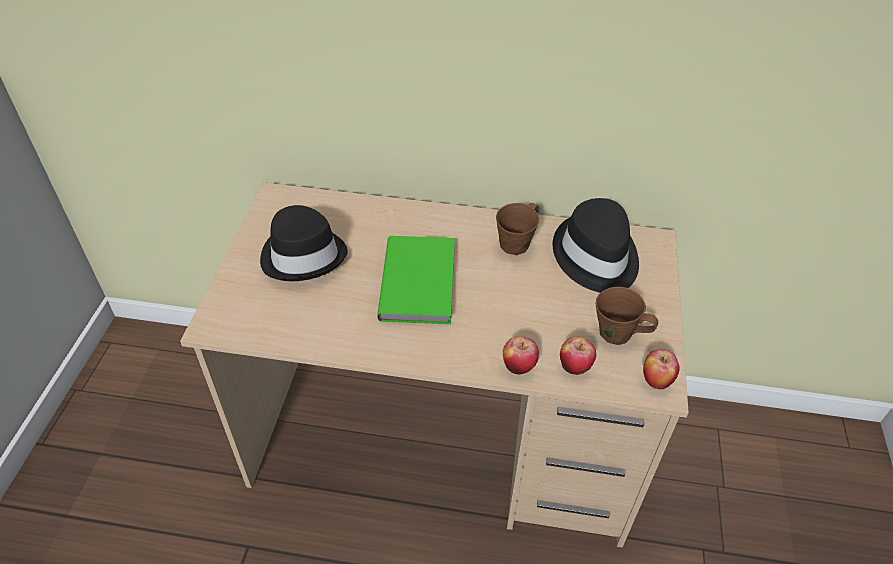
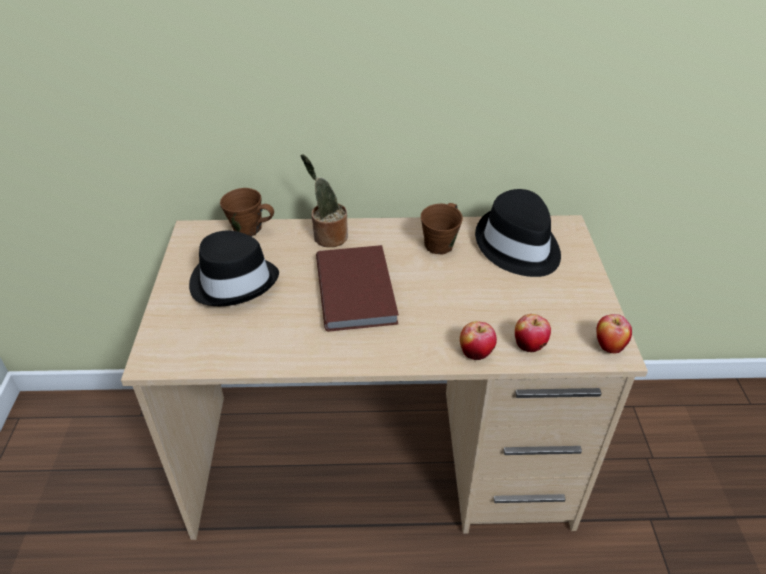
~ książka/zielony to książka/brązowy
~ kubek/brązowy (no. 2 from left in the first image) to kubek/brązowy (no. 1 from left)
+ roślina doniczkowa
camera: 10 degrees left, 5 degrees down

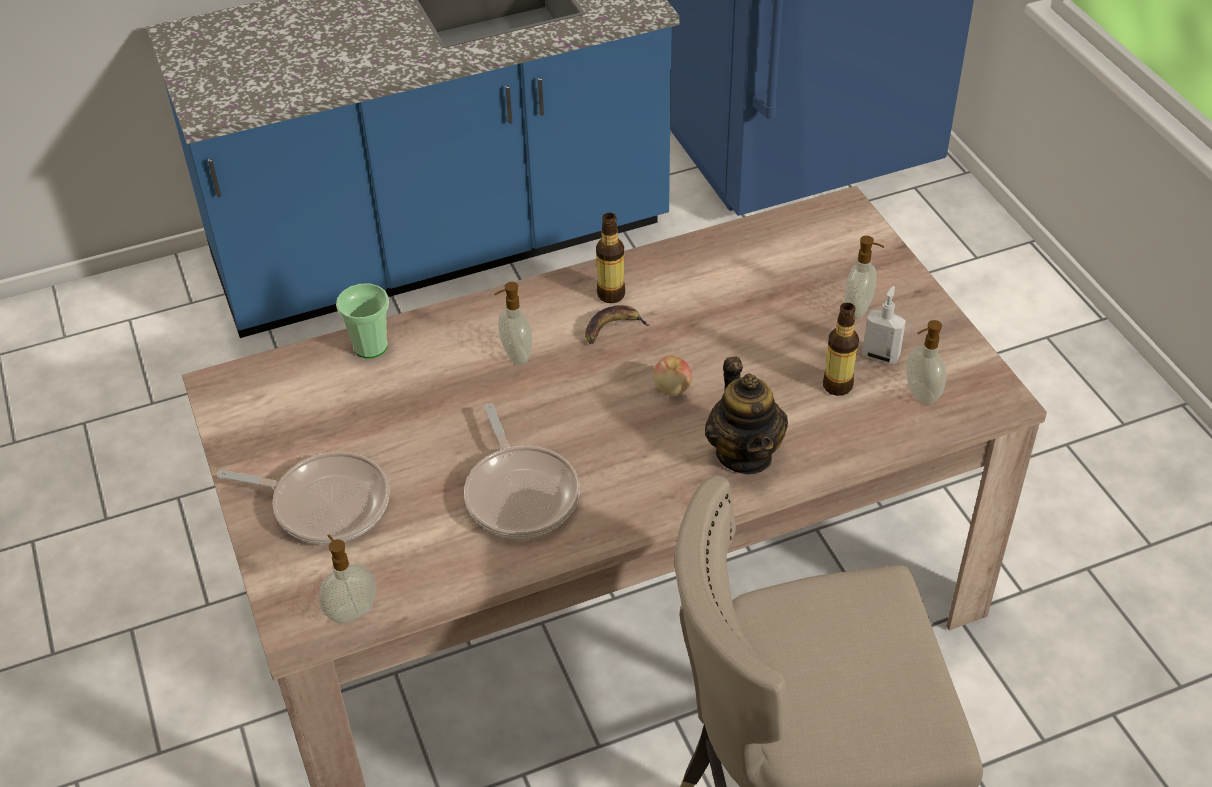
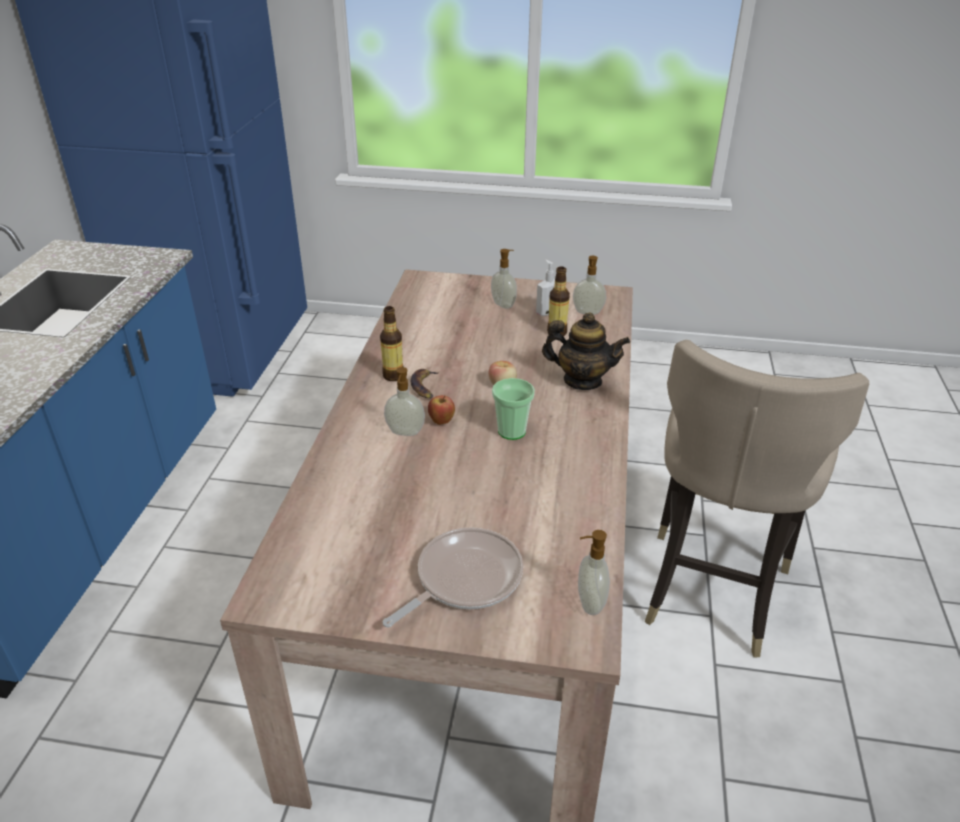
~ filiżanka
- patelnia (no. 2 from left)
+ jabłko (no. 1 from left)
camera: 60 degrees left, 10 degrees down

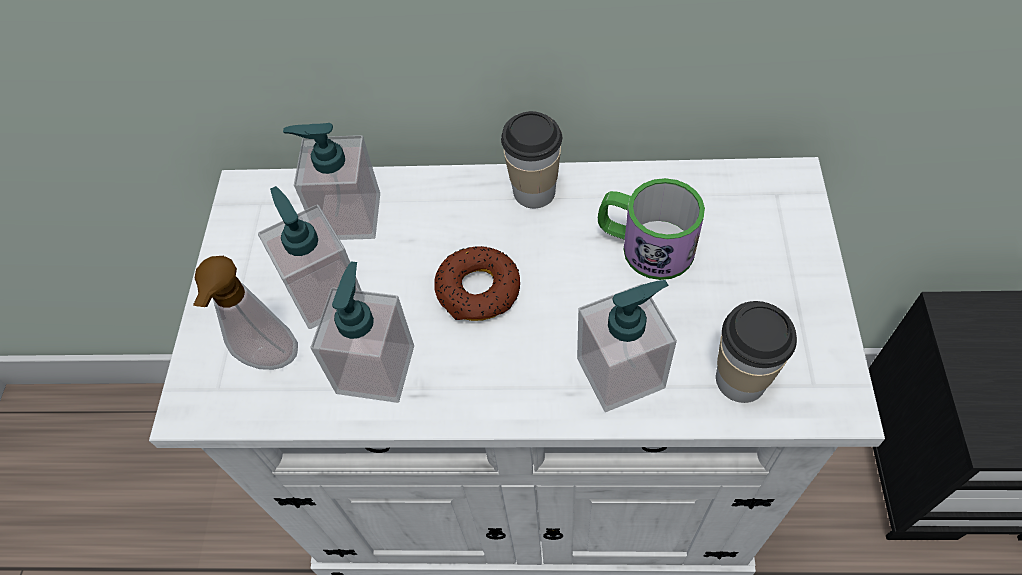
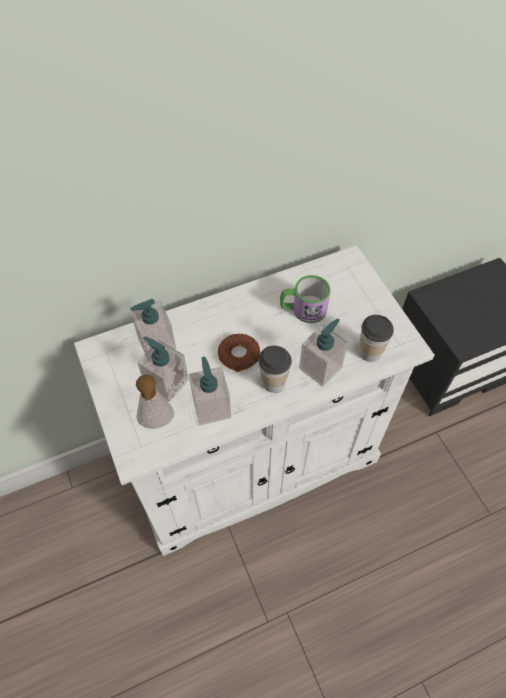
~ filiżanka (no. 1 from left)
camera: 30 degrees left, 0 degrees up

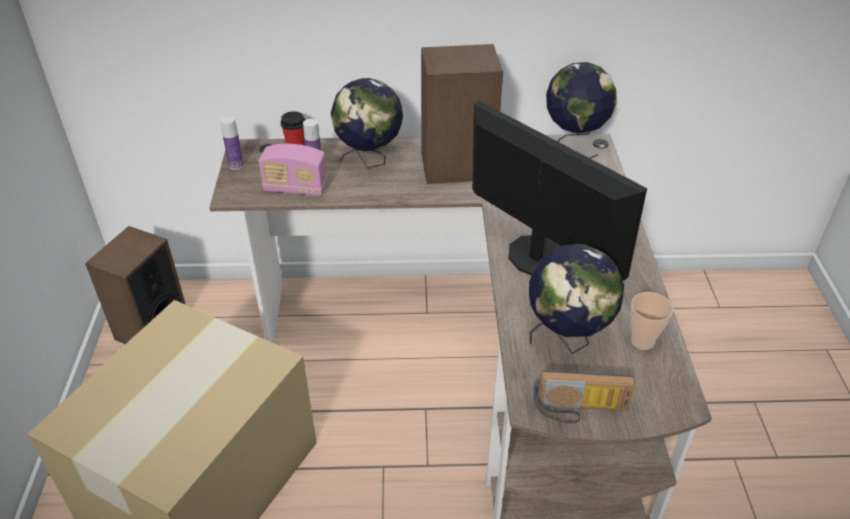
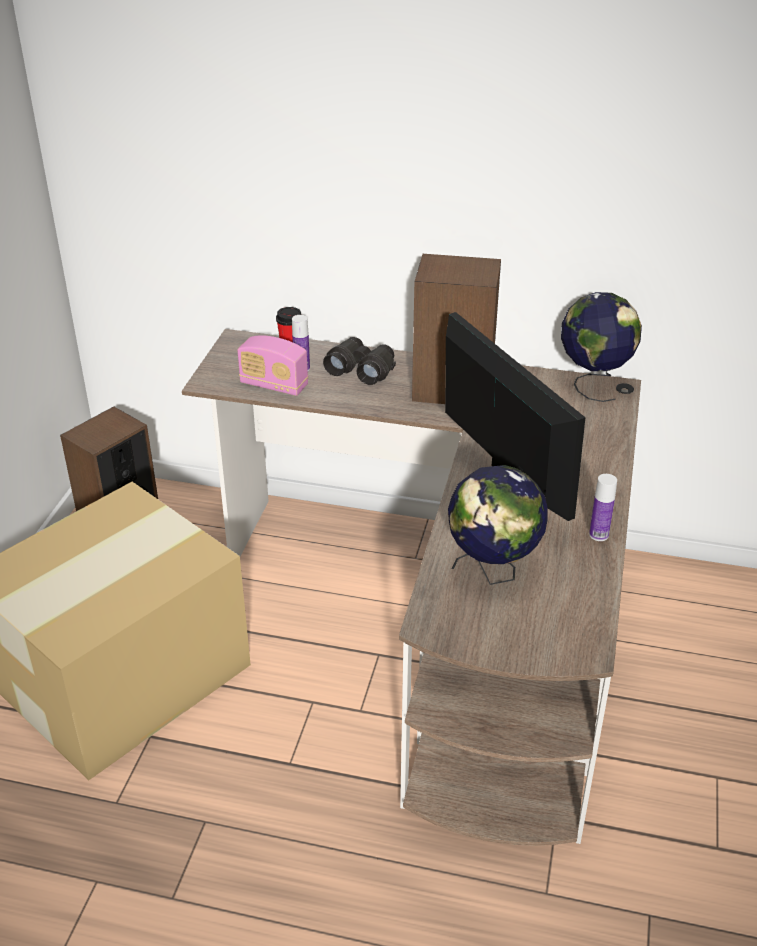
~ butelka (no. 1 from left in the first image) to butelka (no. 2 from left)
~ globus (no. 1 from left) to lornetka/czarny
- radio (no. 2 from left)
- filiżanka (no. 2 from left)
camera: 15 degrees right, 5 degrees down

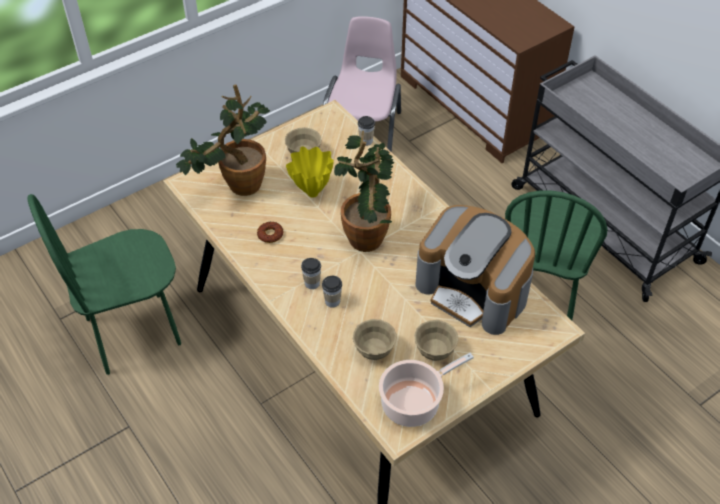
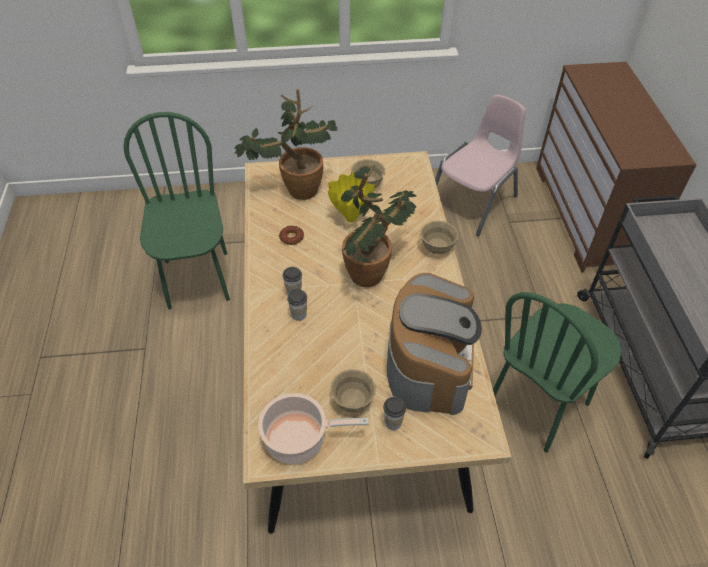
~ krzesło/zielony (no. 1 from left) 75 degrees clockwise
~ miska/beżowy (no. 2 from left in the first image) to miska/beżowy (no. 3 from left)
~ filiżanka (no. 3 from left)
~ ekspres do kawy 150 degrees counterclockwise
camera: 30 degrees right, 0 degrees up

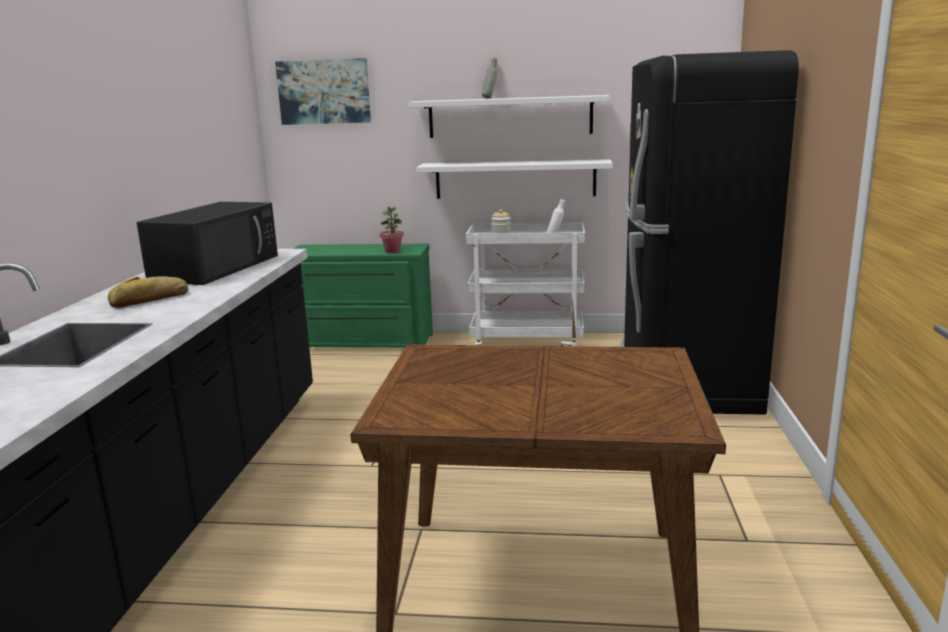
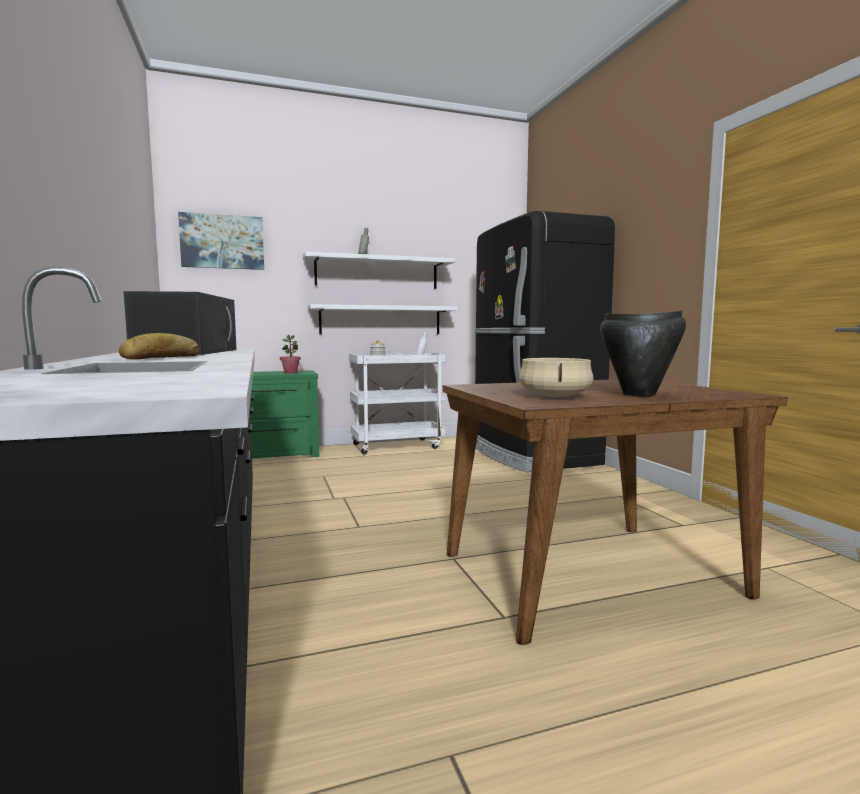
+ garnek/beżowy
+ garnek/czarny
camera: 25 degrees left, 10 degrees down

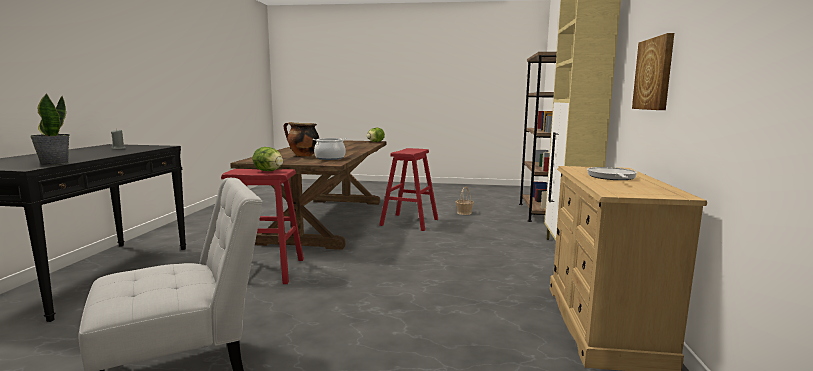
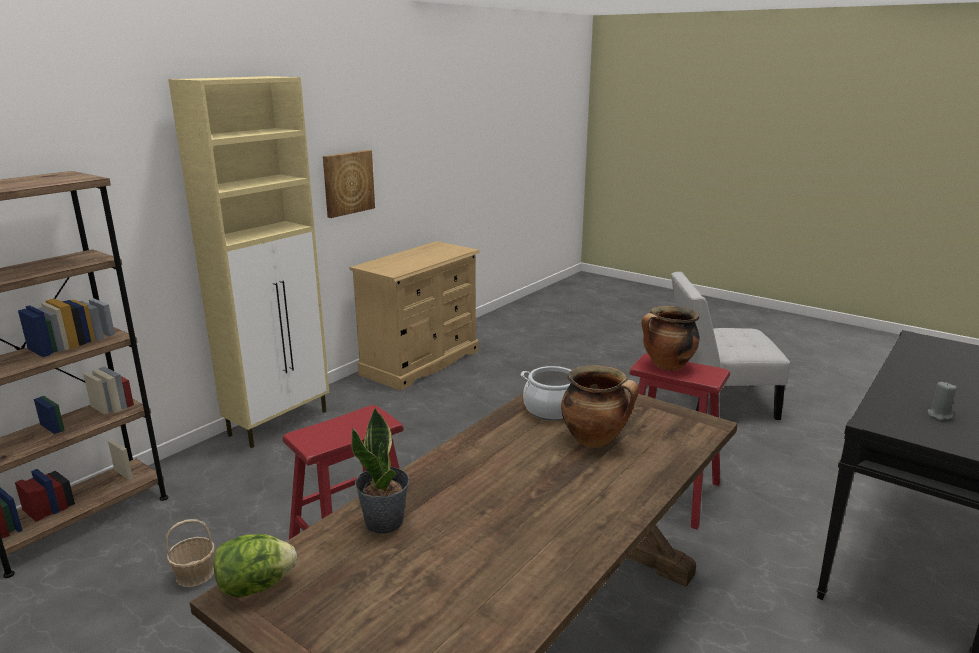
~ roślina doniczkowa
~ sałata (no. 1 from left) to garnek (no. 3 from left)
- patelnia
camera: 150 degrees left, 10 degrees up

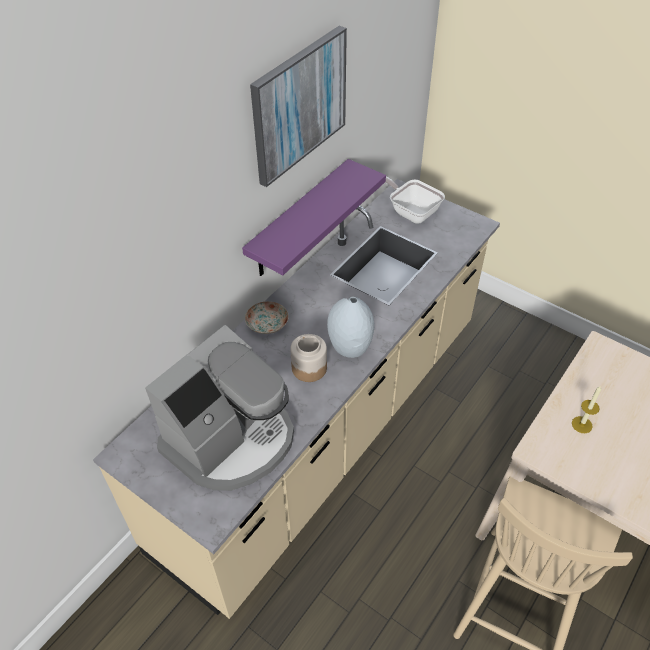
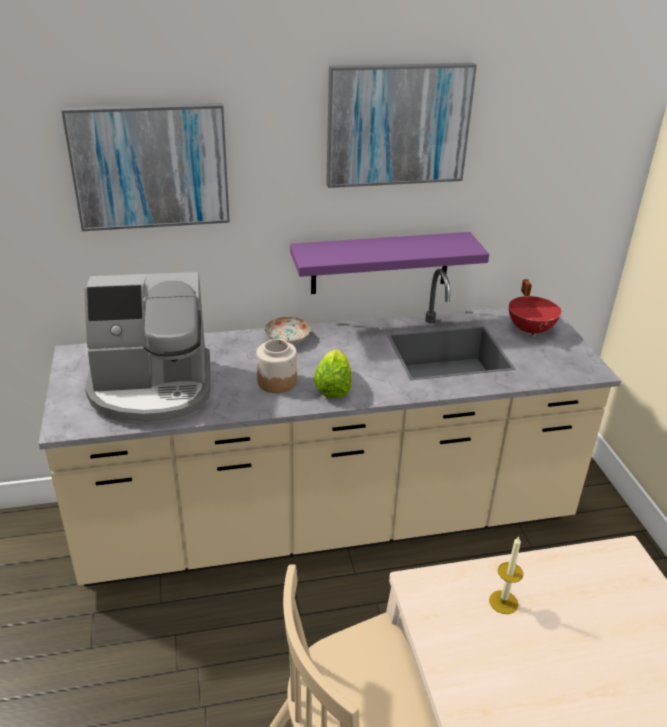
~ wazon/szary to sałata
~ patelnia to garnek/czerwony
+ obraz (no. 1 from left)
camera: 40 degrees right, 15 degrees down

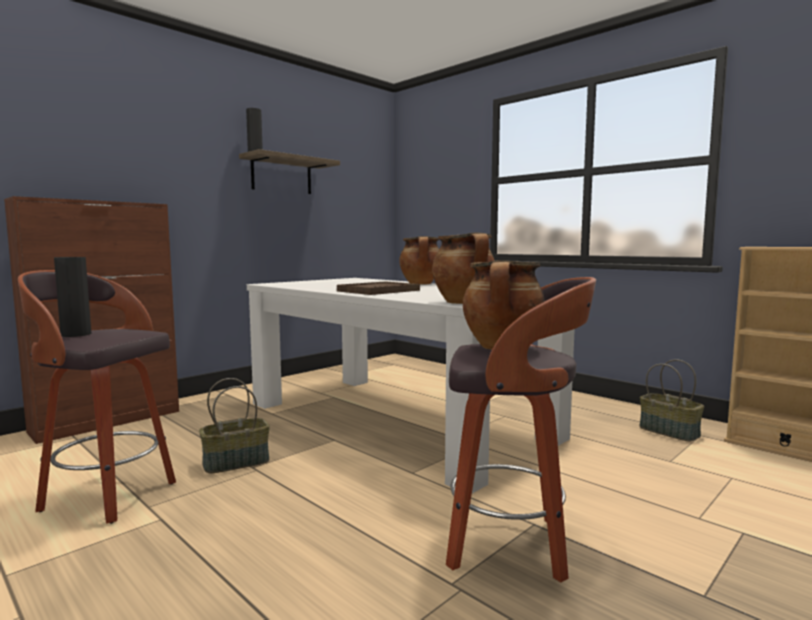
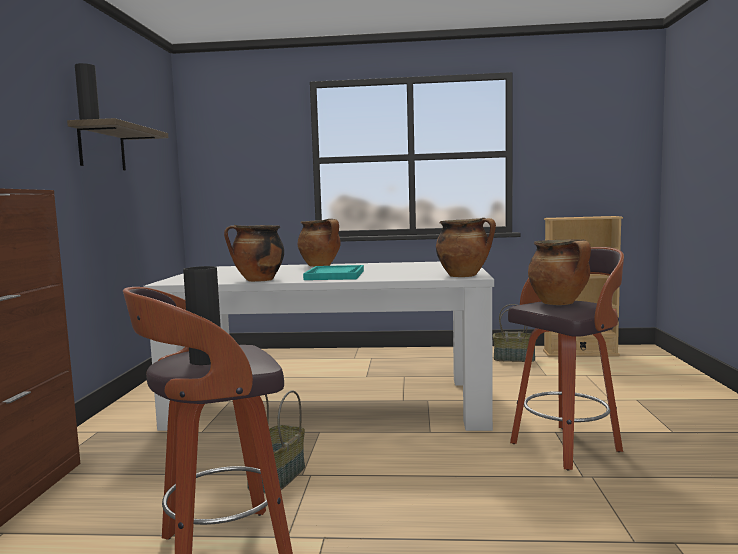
~ taca/brązowy to taca/turkusowy
+ garnek (no. 1 from left)
camera: 40 degrees left, 0 degrees up

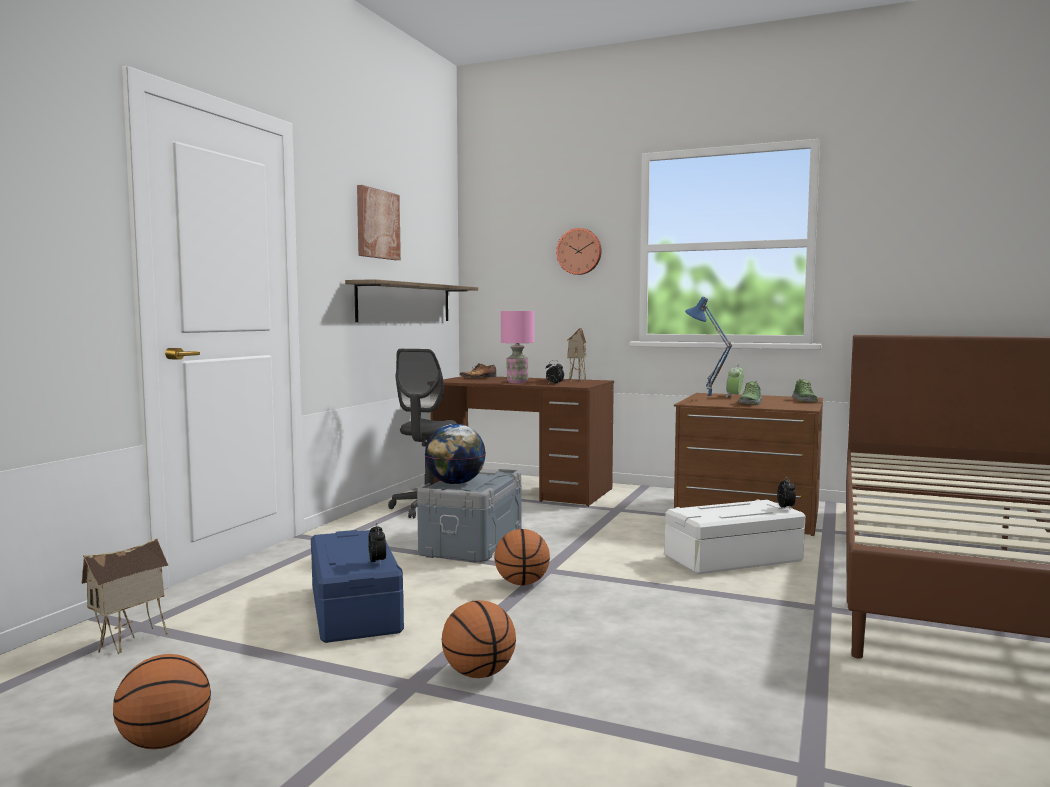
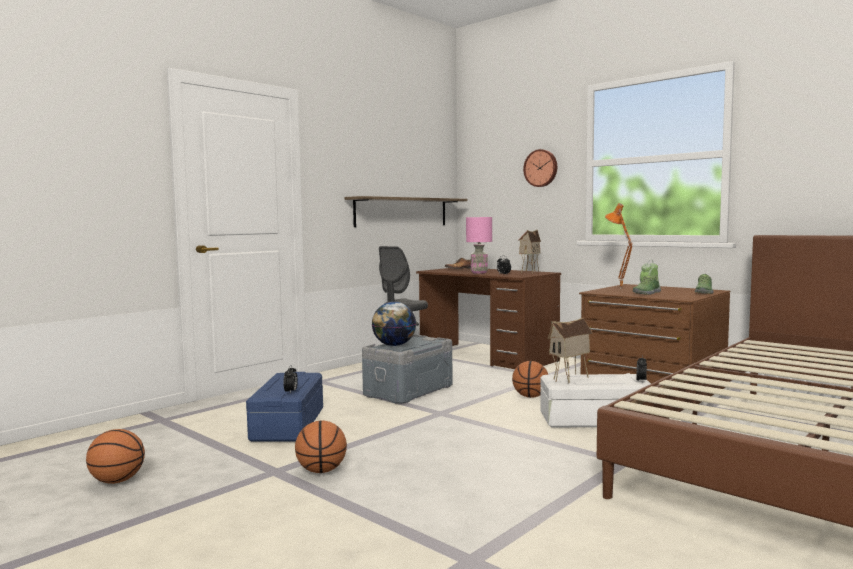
~ domek (no. 1 from left in the first image) to domek (no. 2 from left)
- obraz
~ piłka do koszykówki (no. 3 from left)
~ lampa stołowa/niebieski to lampa stołowa/pomarańczowy
camera: 20 degrees right, 0 degrees up

